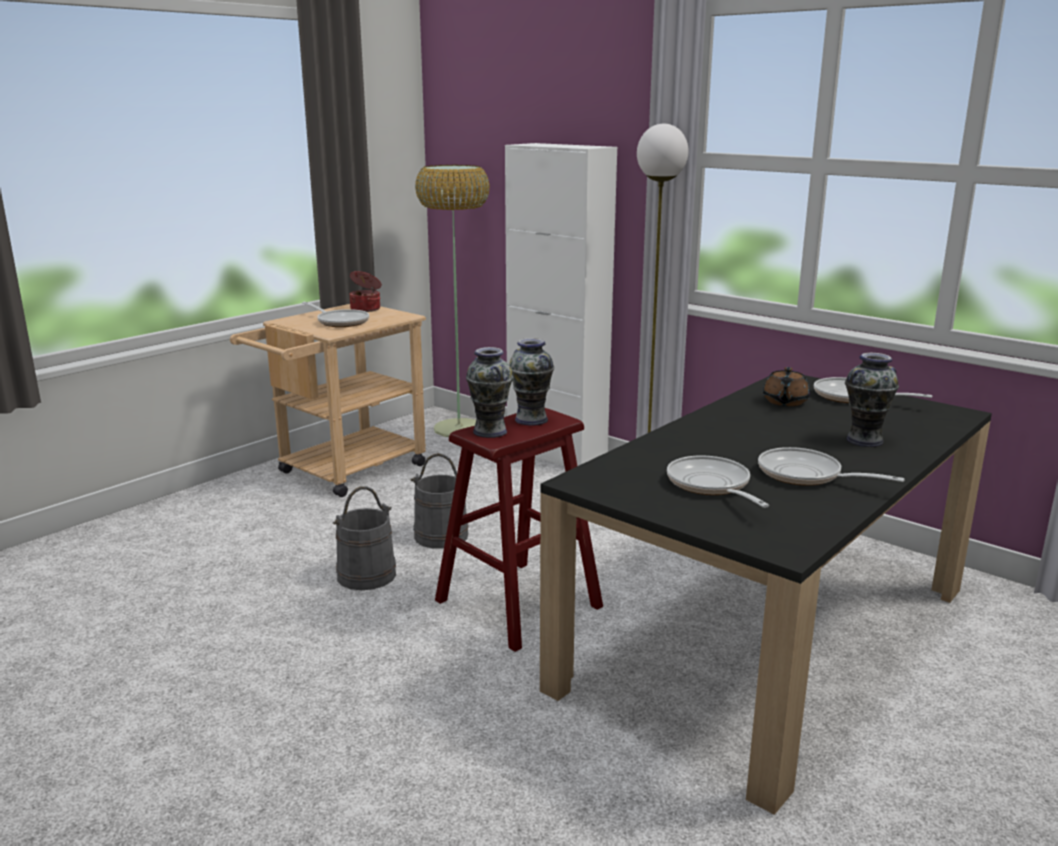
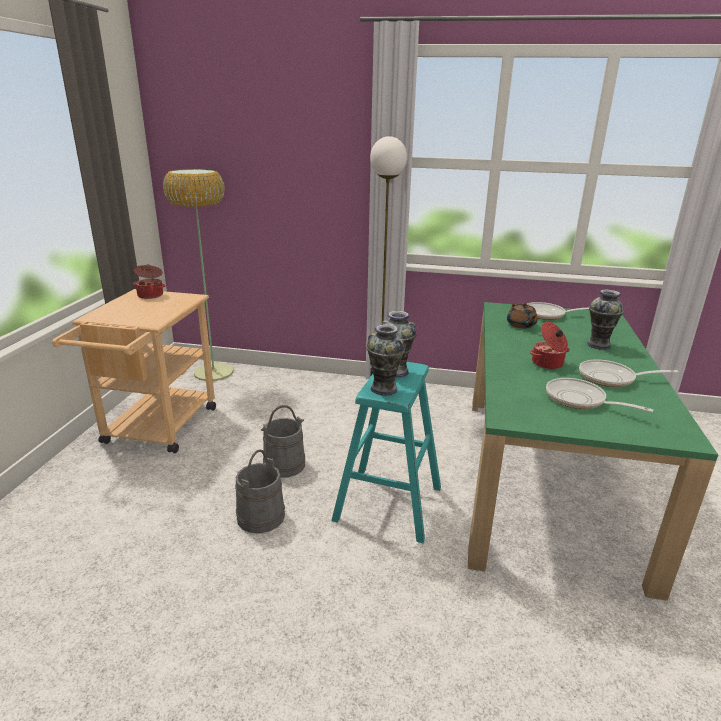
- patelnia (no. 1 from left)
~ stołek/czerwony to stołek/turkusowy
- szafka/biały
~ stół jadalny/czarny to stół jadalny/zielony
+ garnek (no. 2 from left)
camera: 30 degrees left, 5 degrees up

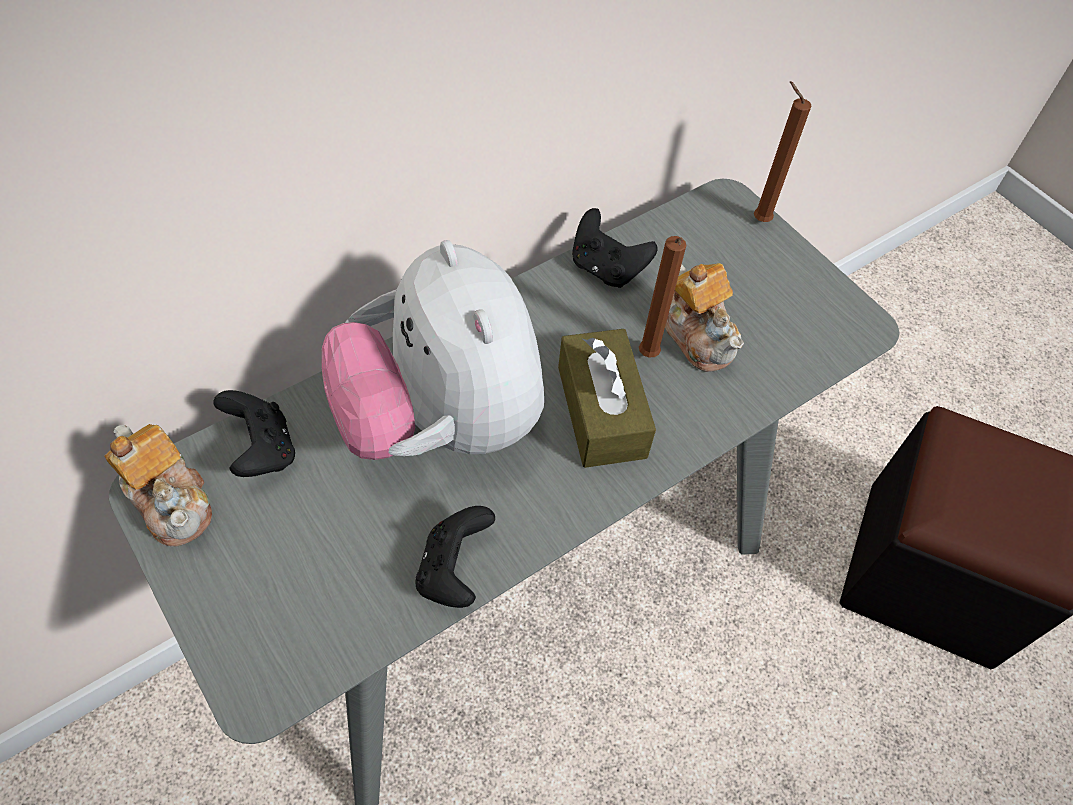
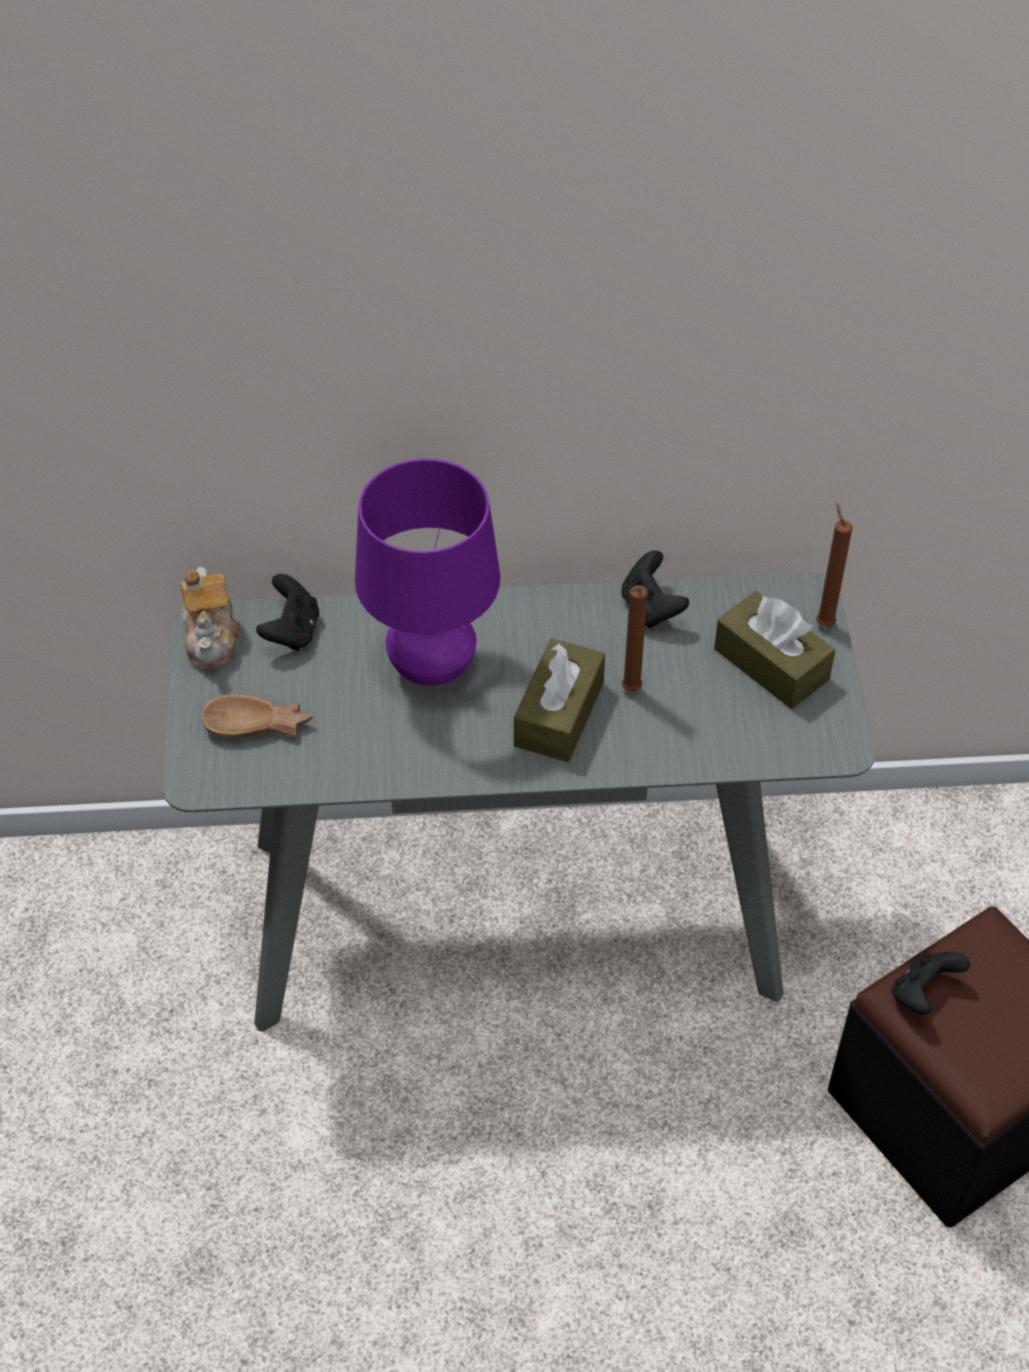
~ pluszak to lampa stołowa/fioletowy
~ pad do gier/czarny (no. 2 from left in the first image) to pad do gier/czarny (no. 3 from left)
- imbryk (no. 2 from left)
+ miska/brązowy
+ pudełko chusteczek/brązowy (no. 2 from left)
camera: 35 degrees right, 5 degrees down

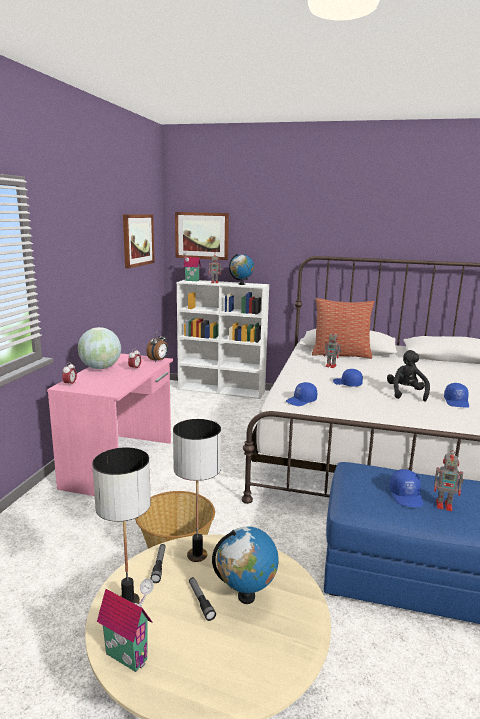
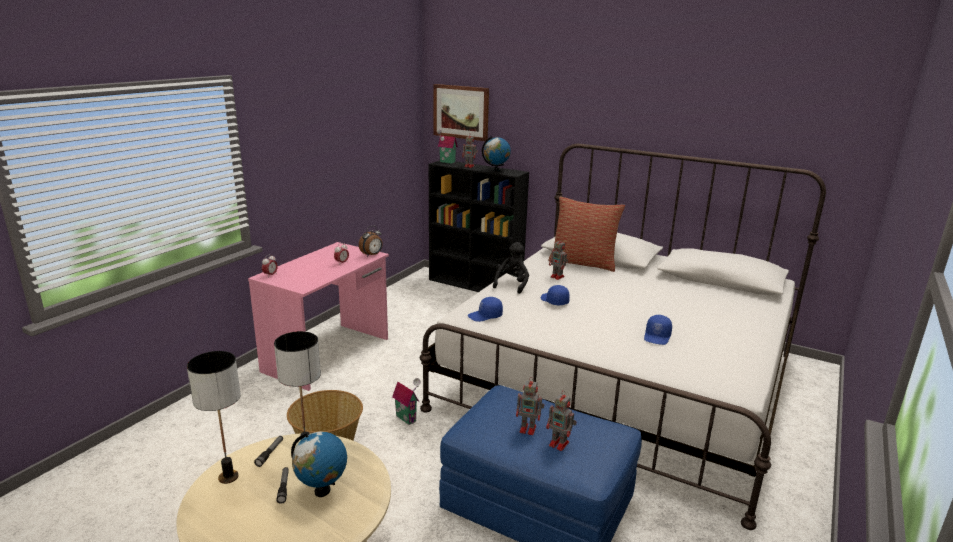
- globus (no. 1 from left)
~ domek (no. 1 from left)
- obraz (no. 1 from left)
~ regał/biały to regał/czarny
~ pluszak/czarny
~ czapka z daszkiem/niebieski (no. 3 from left) to robot zabawkowy (no. 2 from left)
camera: 15 degrees right, 5 degrees up

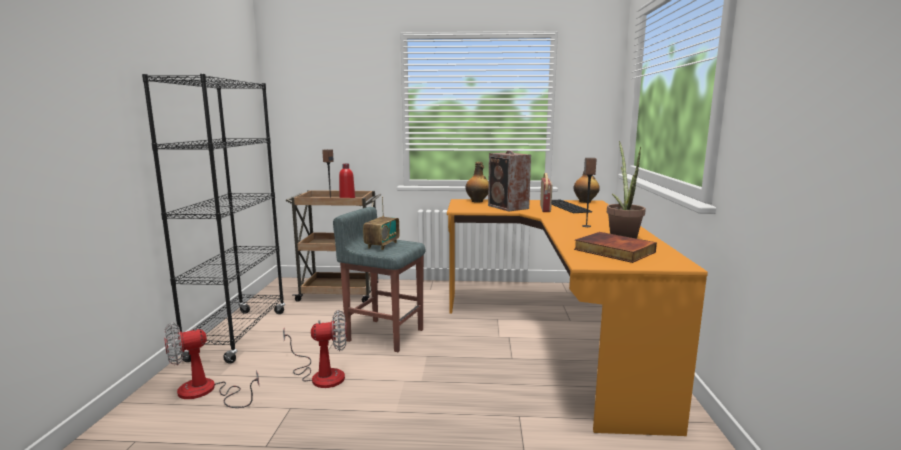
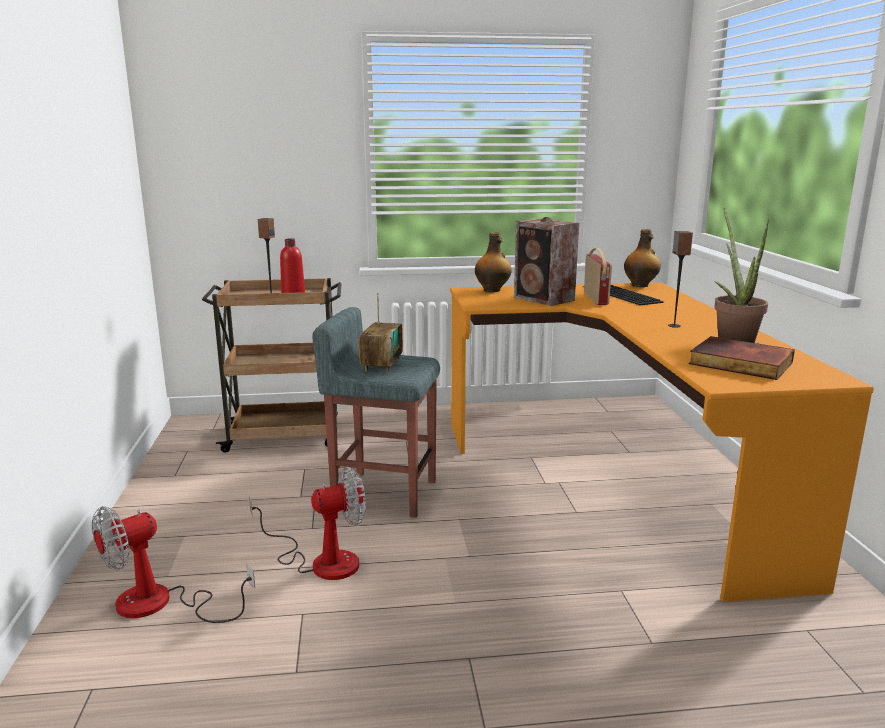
- regał/czarny
camera: 10 degrees left, 5 degrees up

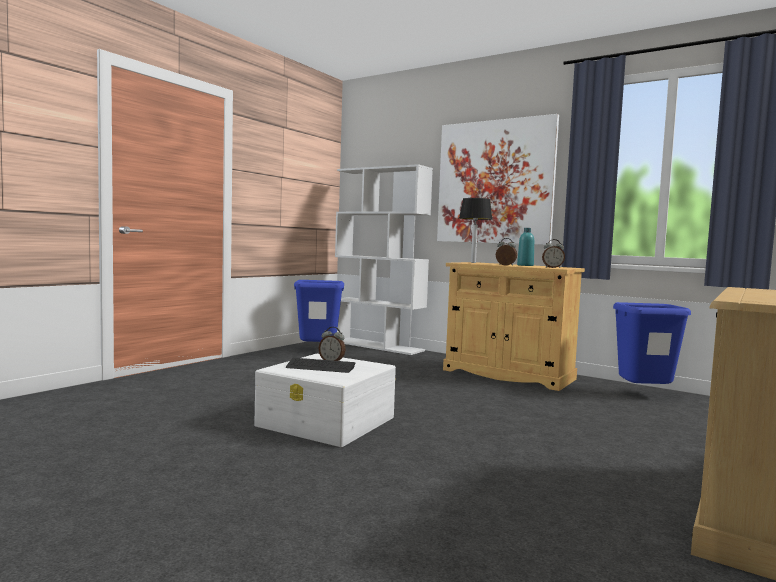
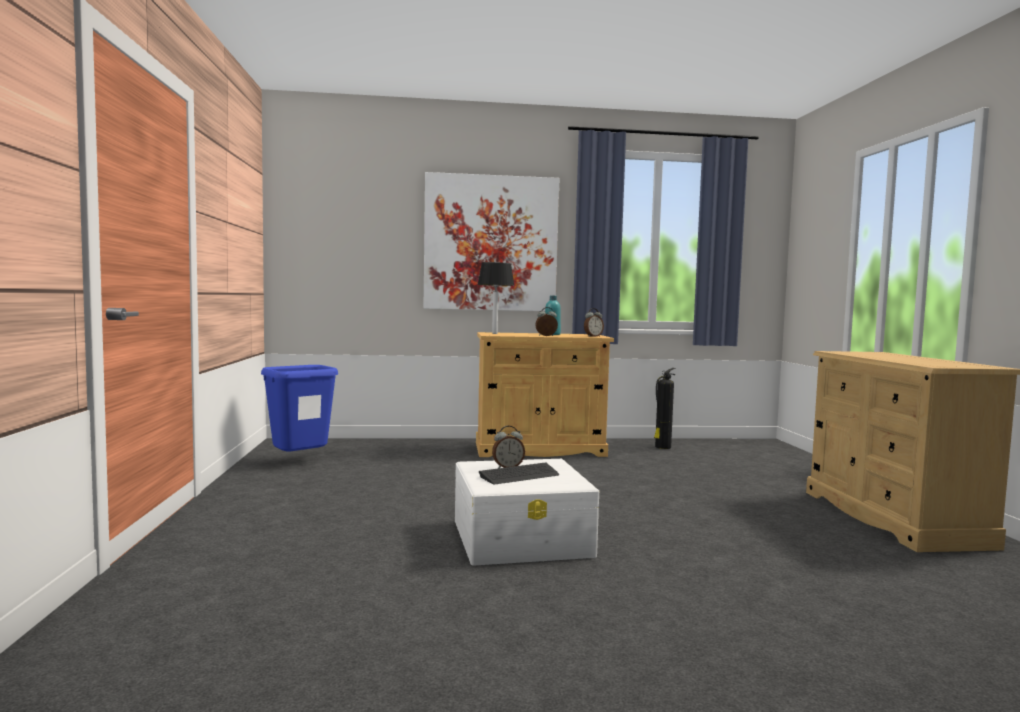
- regał/biały
~ kosz na śmieci/niebieski (no. 2 from left) to gaśnica
camera: 40 degrees left, 0 degrees up

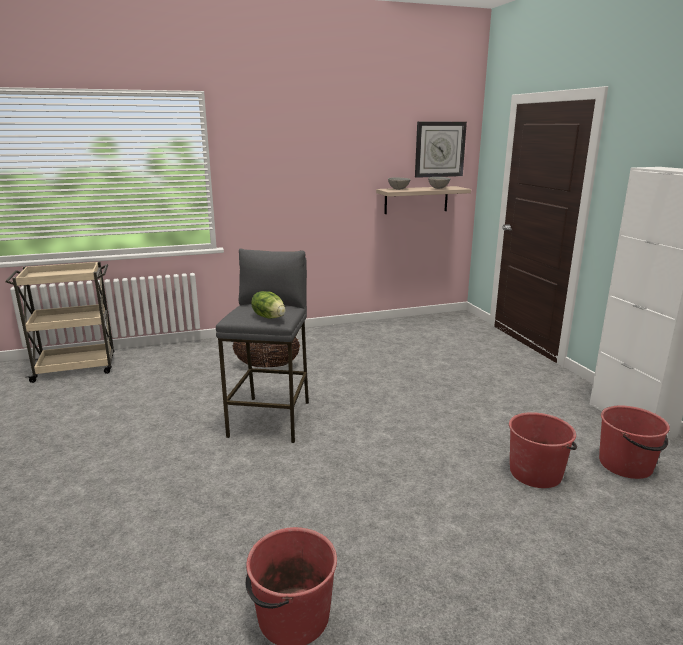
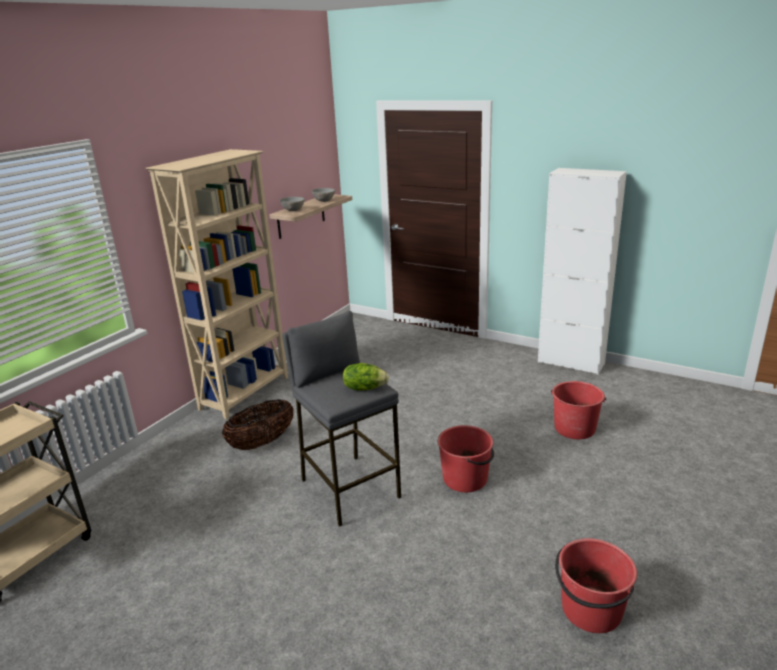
- zegar ścienny
~ wiadro/czerwony (no. 3 from left in the first image) to wiadro/czerwony (no. 1 from left)
+ regał/beżowy
camera: 40 degrees left, 5 degrees up

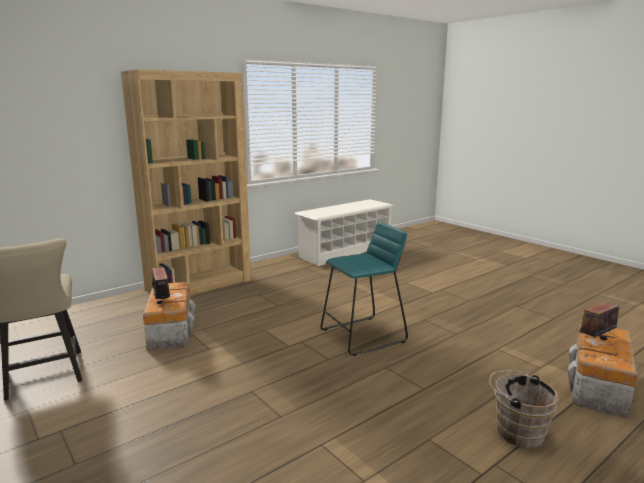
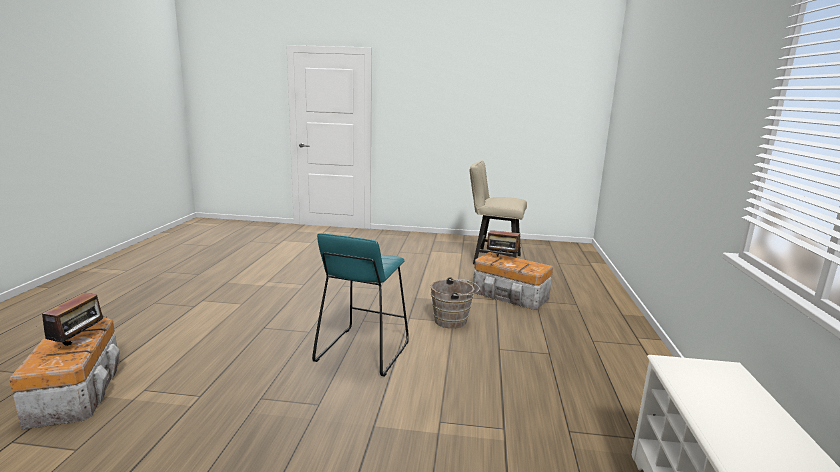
- regał/brązowy
~ wiadro/brązowy
camera: 135 degrees right, 0 degrees up

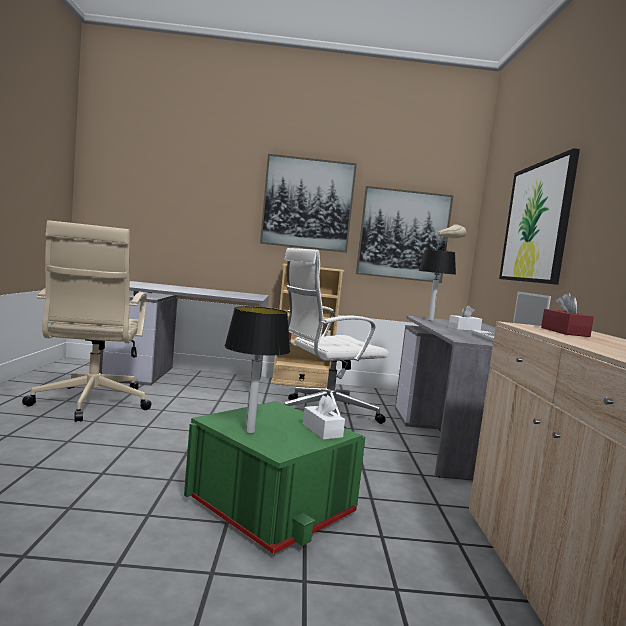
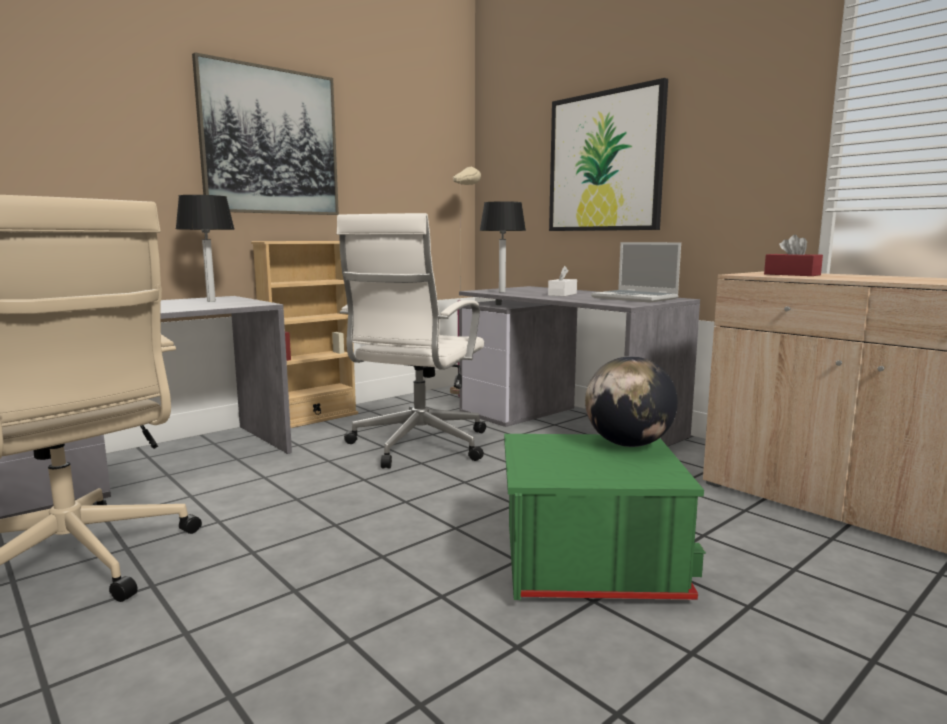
~ lampa stołowa (no. 1 from left)
~ pudełko chusteczek/biały (no. 1 from left) to globus
- obraz (no. 2 from left)
camera: 40 degrees left, 5 degrees up

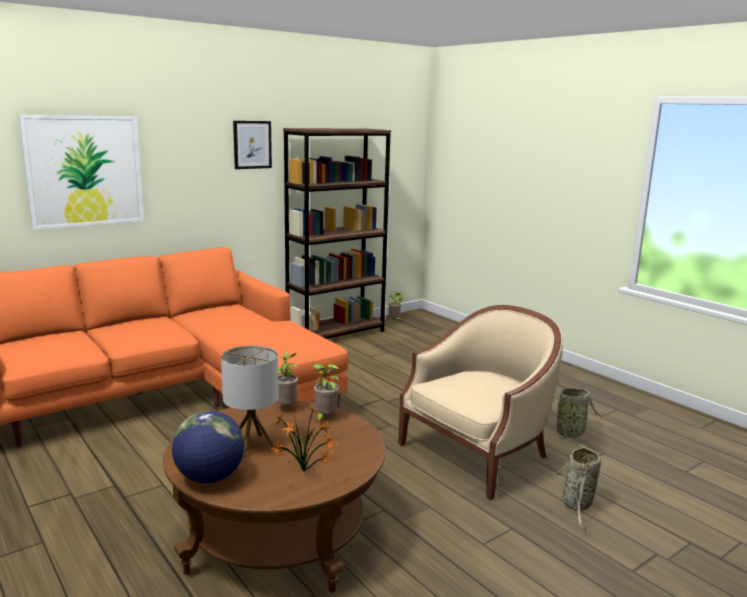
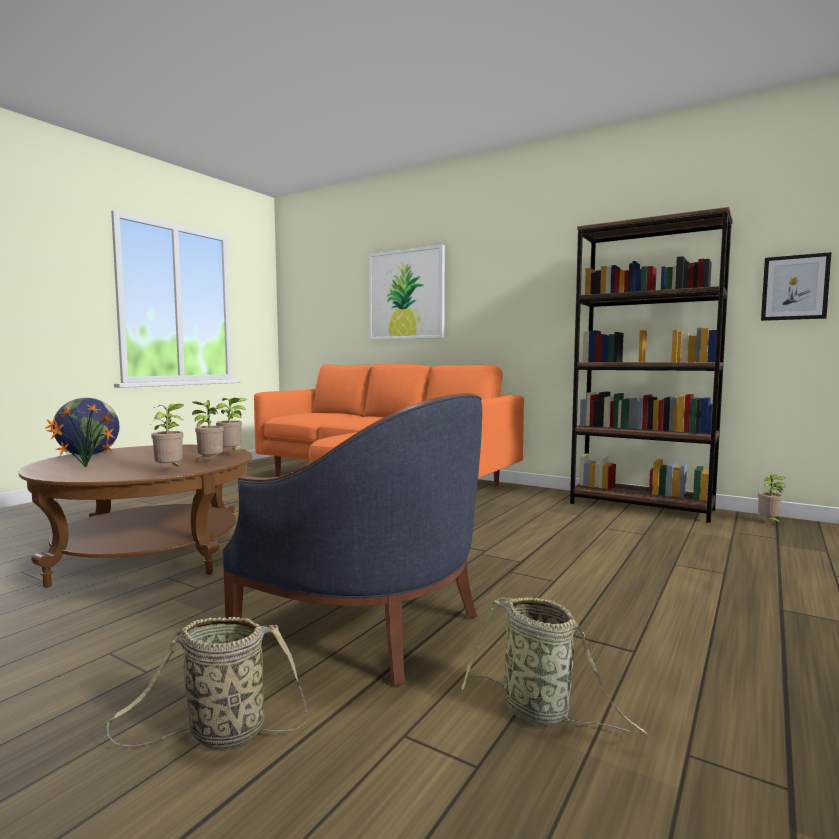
- lampa stołowa
~ obraz (no. 2 from left)
~ fotel/beżowy to fotel/niebieski
+ roślina doniczkowa (no. 2 from left)
camera: 70 degrees right, 10 degrees down

